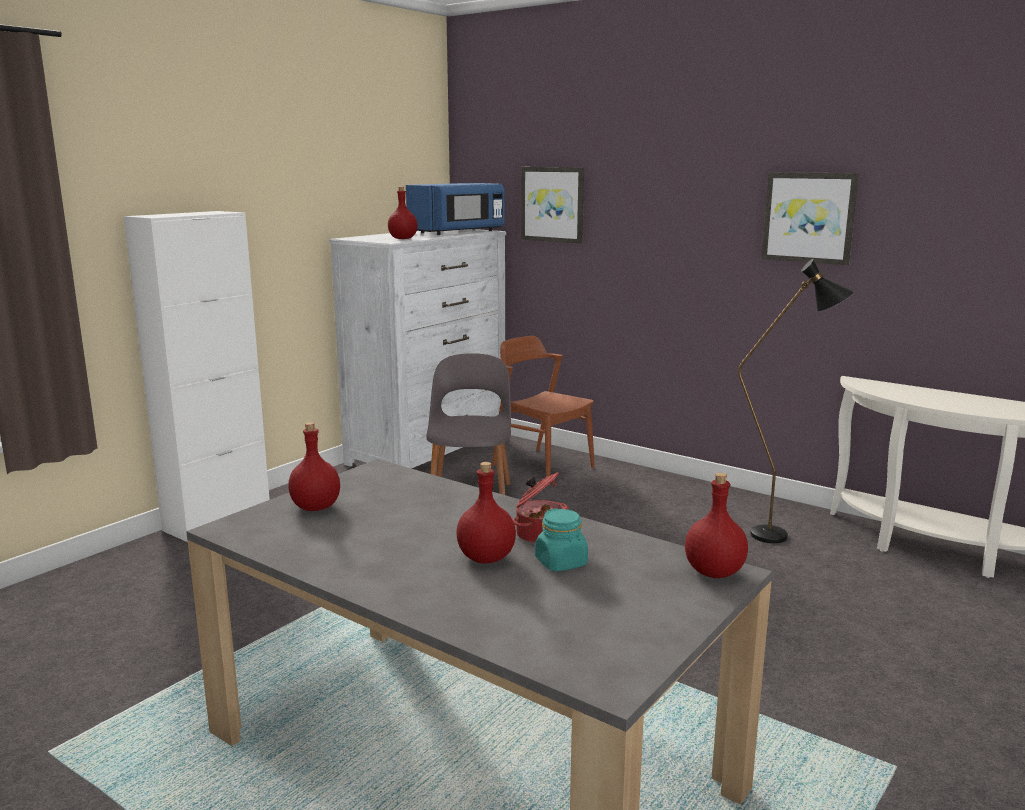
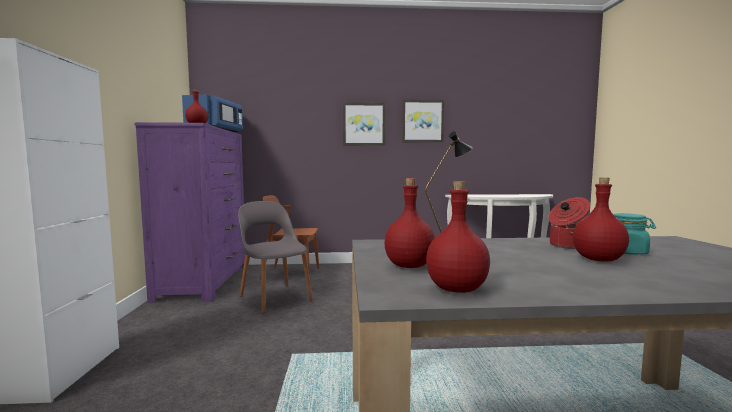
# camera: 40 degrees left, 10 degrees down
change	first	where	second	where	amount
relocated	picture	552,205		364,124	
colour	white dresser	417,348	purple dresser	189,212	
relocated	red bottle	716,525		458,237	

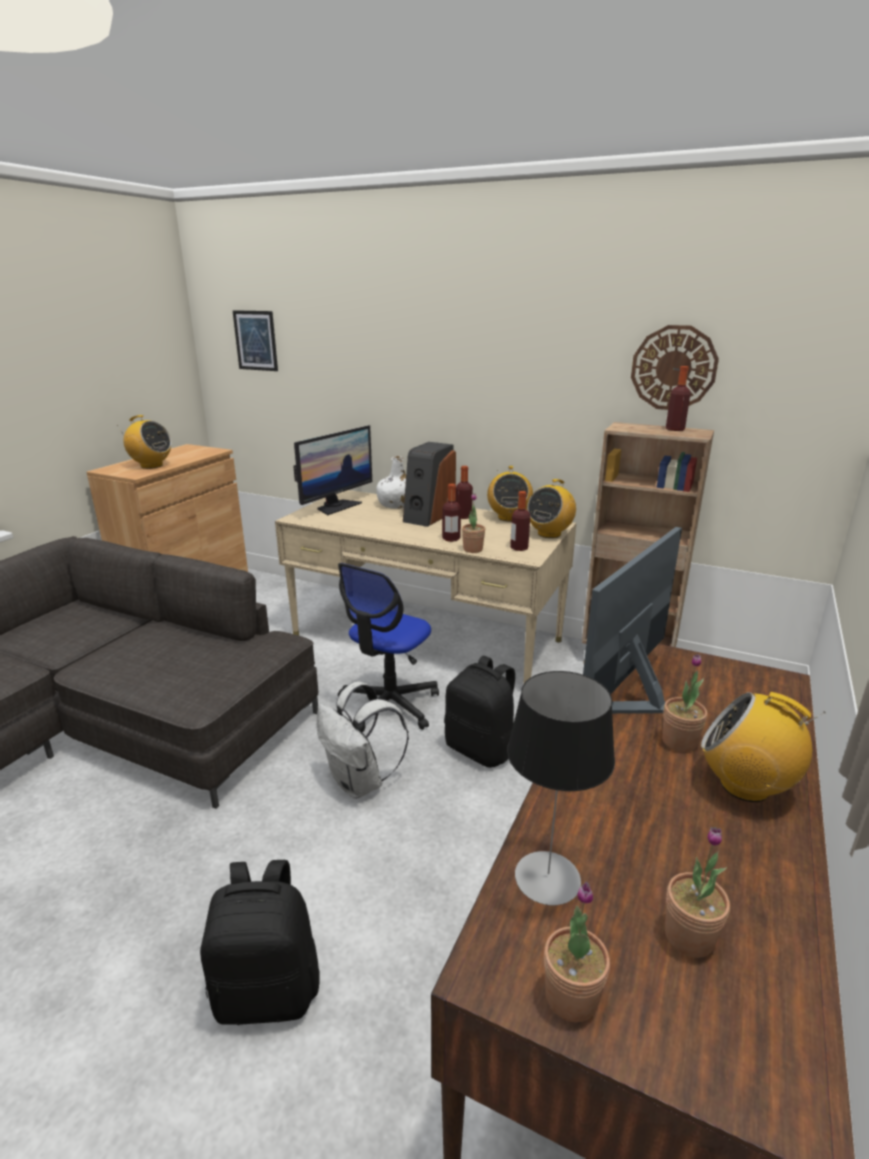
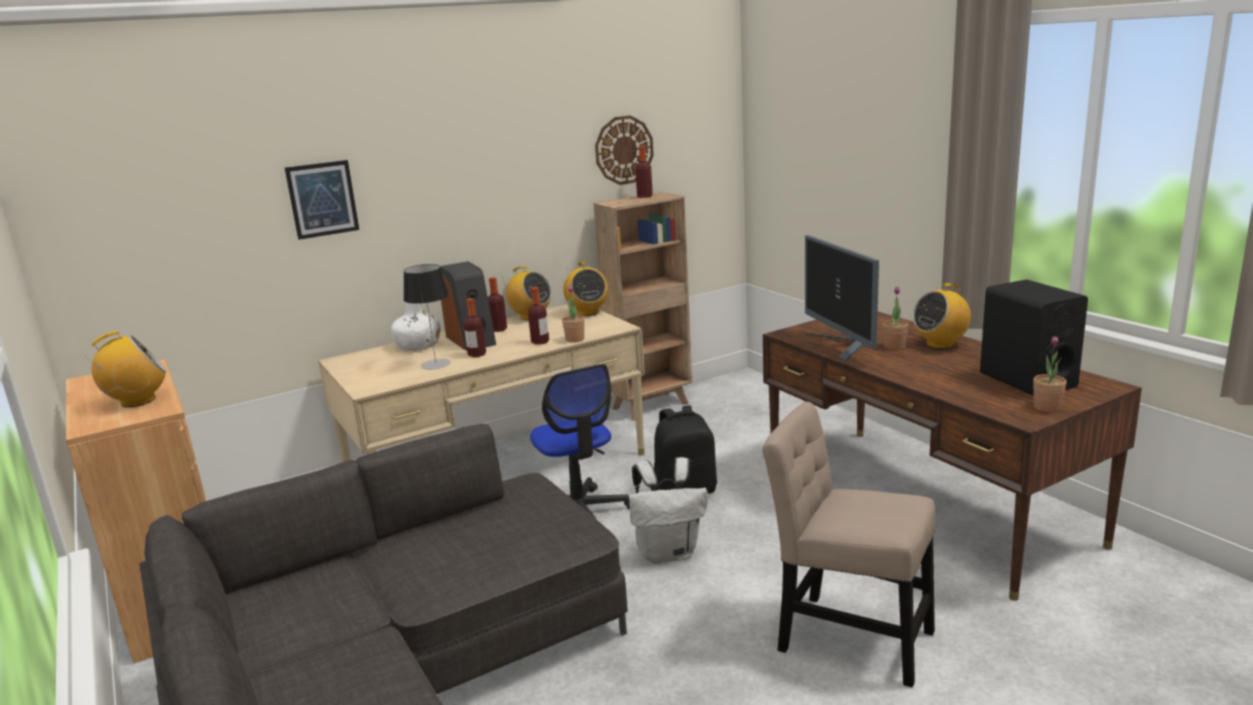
# camera: 55 degrees left, 5 degrees down
change	first	where	second	where	amount
relocated	picture	255,340		322,200	
missing	monitor	332,470			
relocated	bottle	520,521		475,327	
relocated	table lamp	561,788		427,317	
exchanged	potted plant	697,892	black speaker	1034,337	
exchanged	black backpack	260,942	beige chair	848,544	

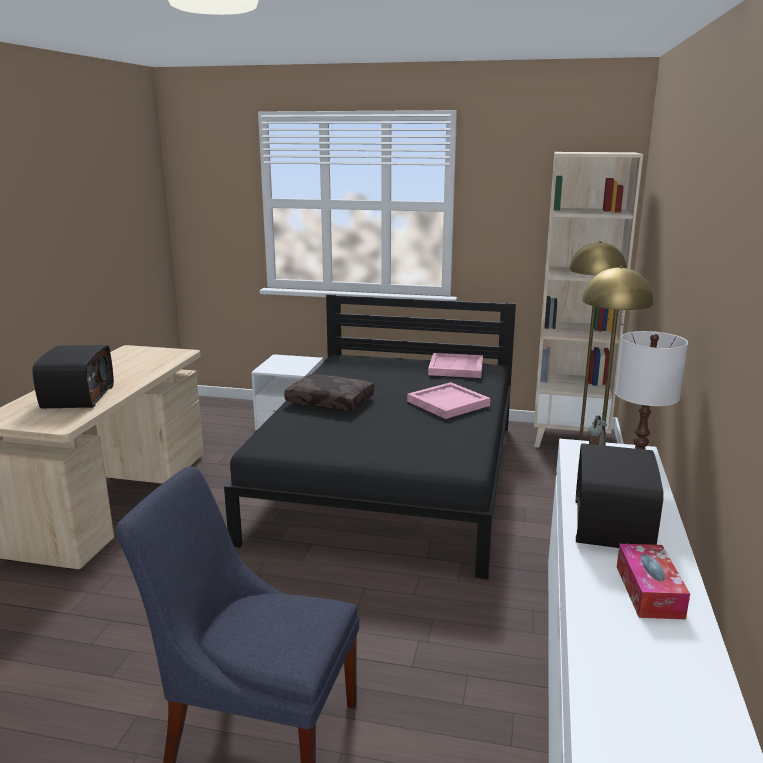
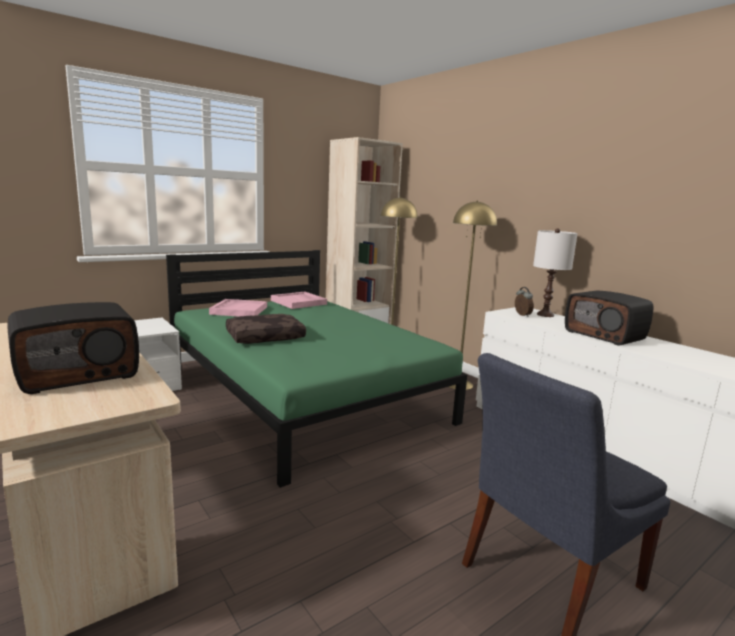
# camera: 50 degrees left, 5 degrees down
change	first	where	second	where	amount
colour	black bed	370,436	green bed	316,369	
spun	radio	73,376		73,348	105 degrees clockwise
relocated	pink tray	448,400		238,308	
missing	tissue box	653,581			

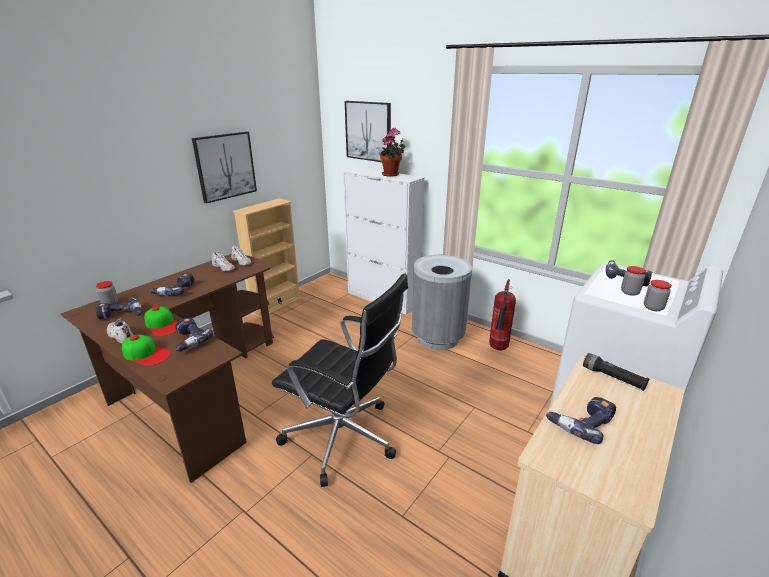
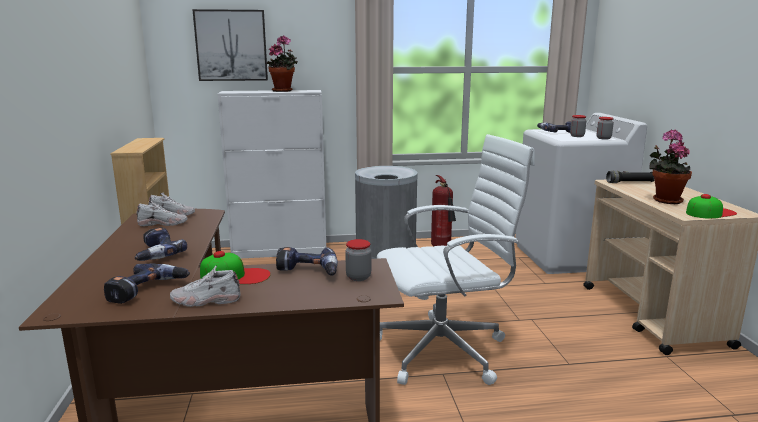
# camera: 45 degrees left, 10 degrees down
change	first	where	second	where	amount
missing	picture	224,168			
colour	black office chair	340,380	white office chair	456,259	
relocated	jar	107,293		358,260	
relocated	cap	146,350		711,206	
exchanged	power drill	581,420	potted plant	670,166	

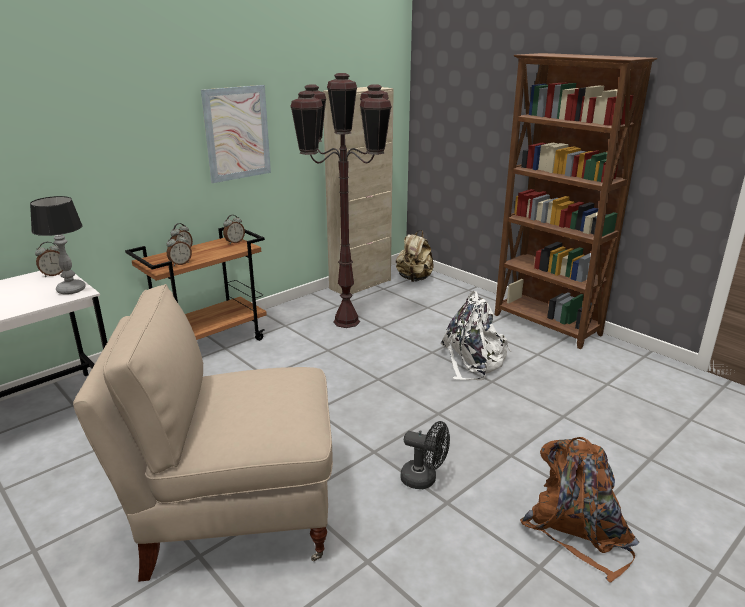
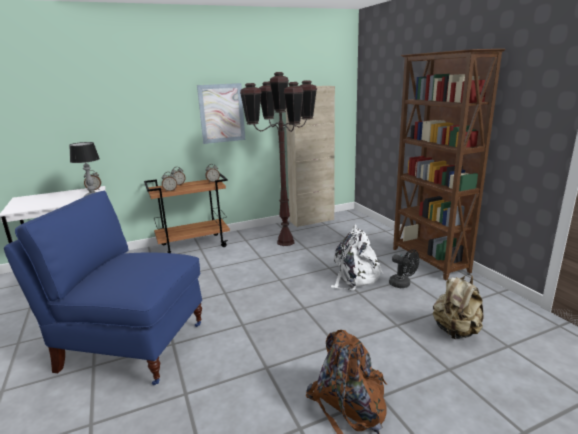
# camera: 20 degrees right, 5 degrees down
change	first	where	second	where	amount
relocated	beige backpack	415,256		458,307	
colour	beige chair	203,433	blue chair	103,288	
relocated	black fan	425,455		404,268	

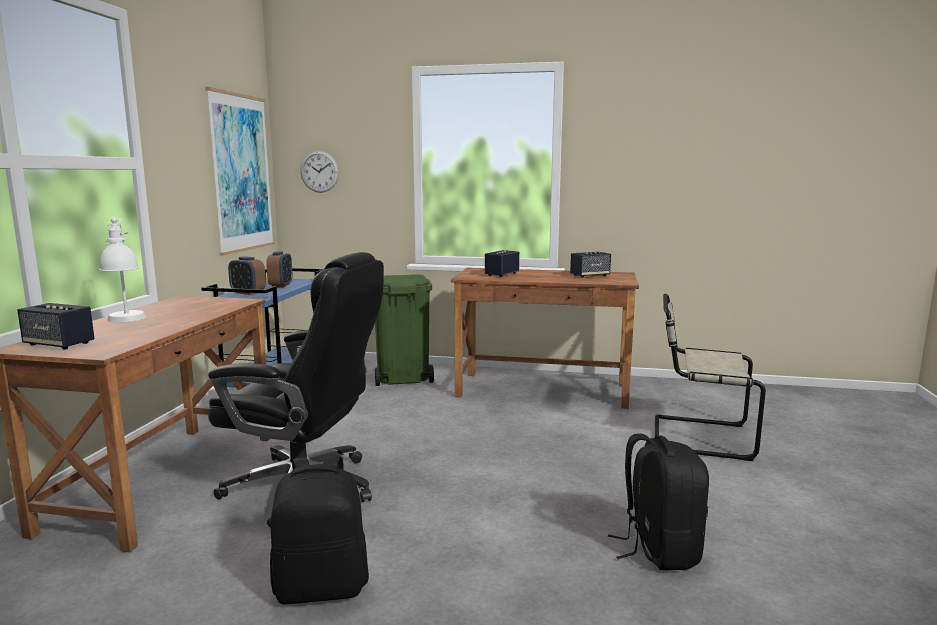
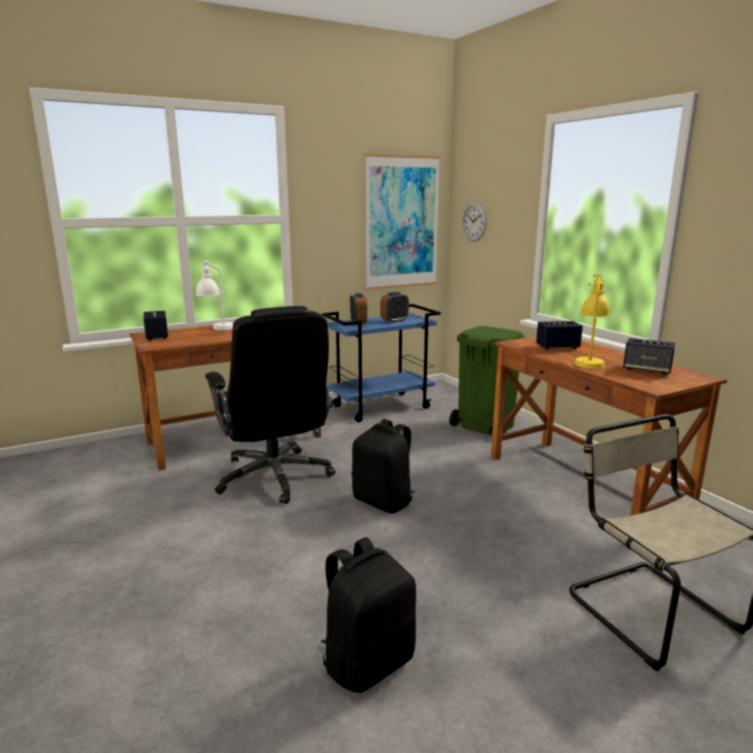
# camera: 50 degrees right, 5 degrees up
change	first	where	second	where	amount
relocated	black backpack	319,530		383,466	
appeared			yellow table lamp	592,321	

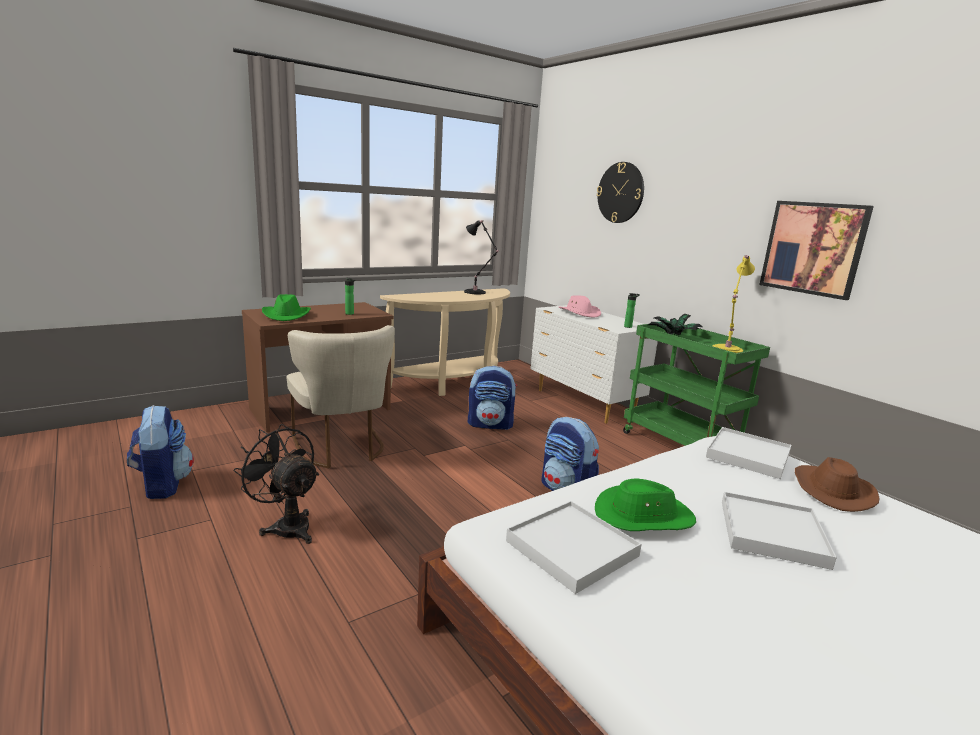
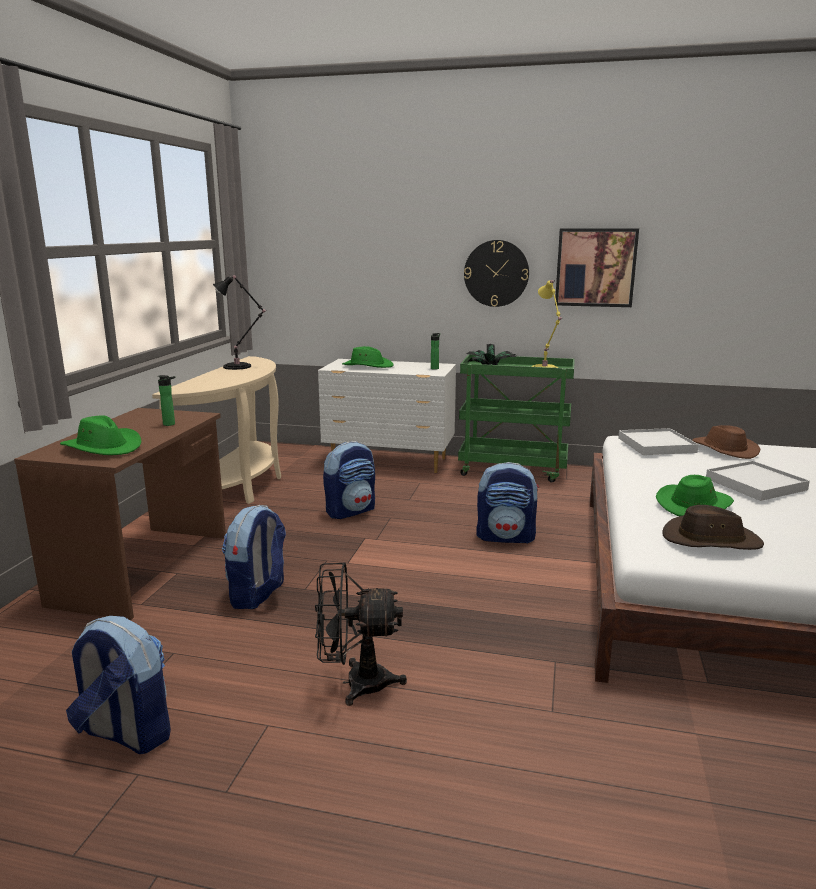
# camera: 40 degrees left, 0 degrees up
change	first	where	second	where	amount
relocated	wall clock	620,192		496,273	
colour	pink hat	580,307	green hat	367,357	
exchanged	beige chair	340,396	backpack	254,557	
exchanged	white tray	574,547	brown hat	713,527	

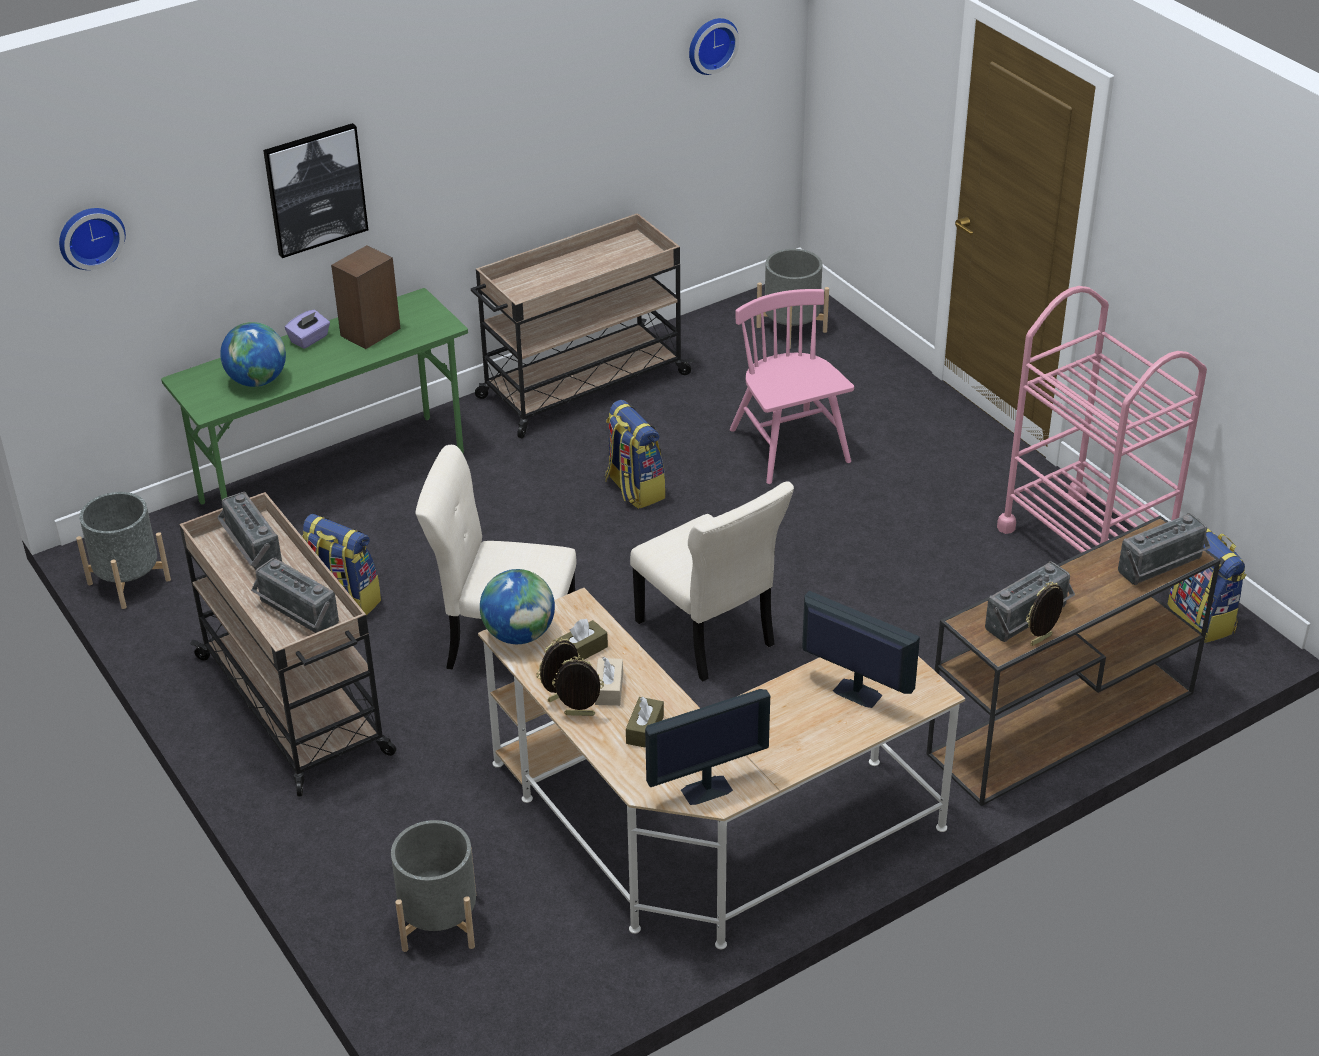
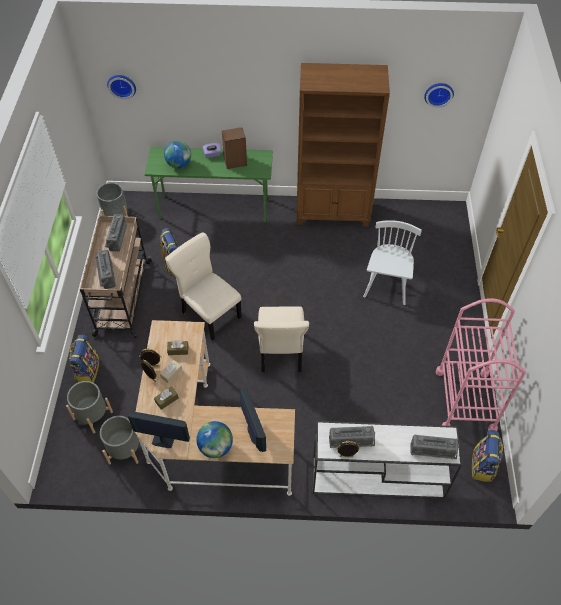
# camera: 35 degrees right, 15 degrees up
change	first	where	second	where	amount
missing	picture	315,190			
exchanged	beige cart	582,325	brown bookcase	343,145	
relocated	grey planter	792,298		119,440	
colour	pink chair	792,386	white chair	392,262	
relocated	backpack	635,454		84,359	
colour	brown console table	1074,661	white console table	387,460	
relocated	globe	517,606		214,439	

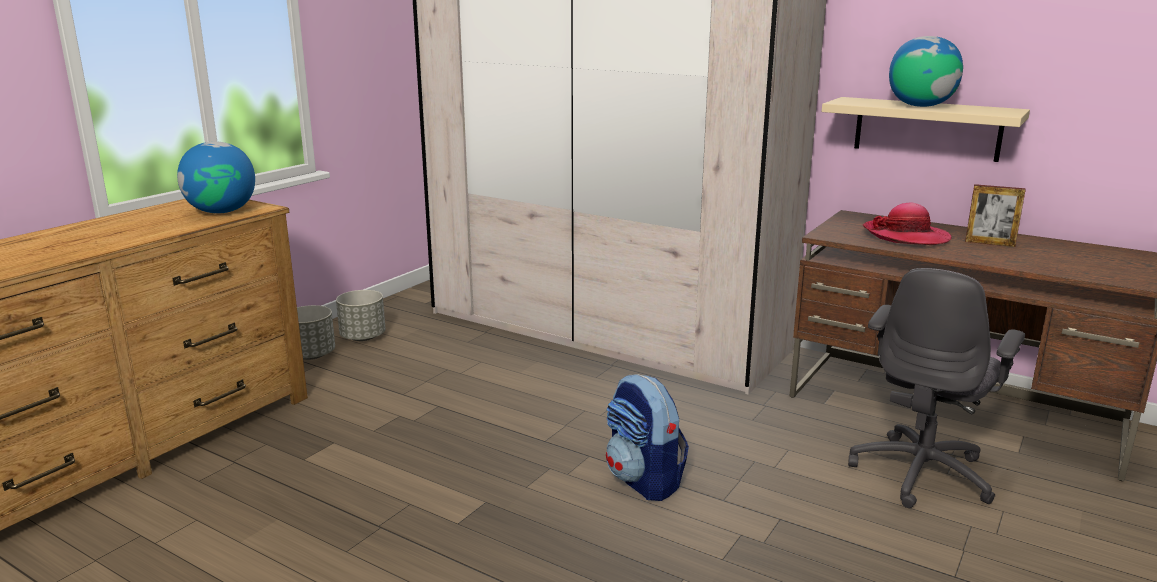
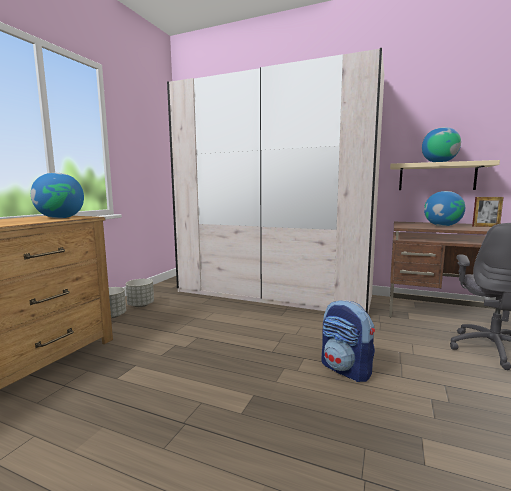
# camera: 10 degrees left, 10 degrees down
change	first	where	second	where	amount
exchanged	hat	906,223	globe	444,208	

